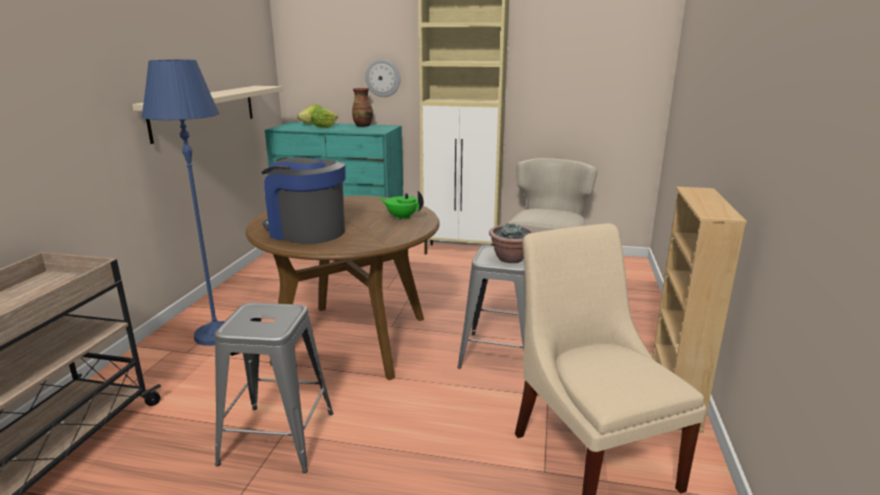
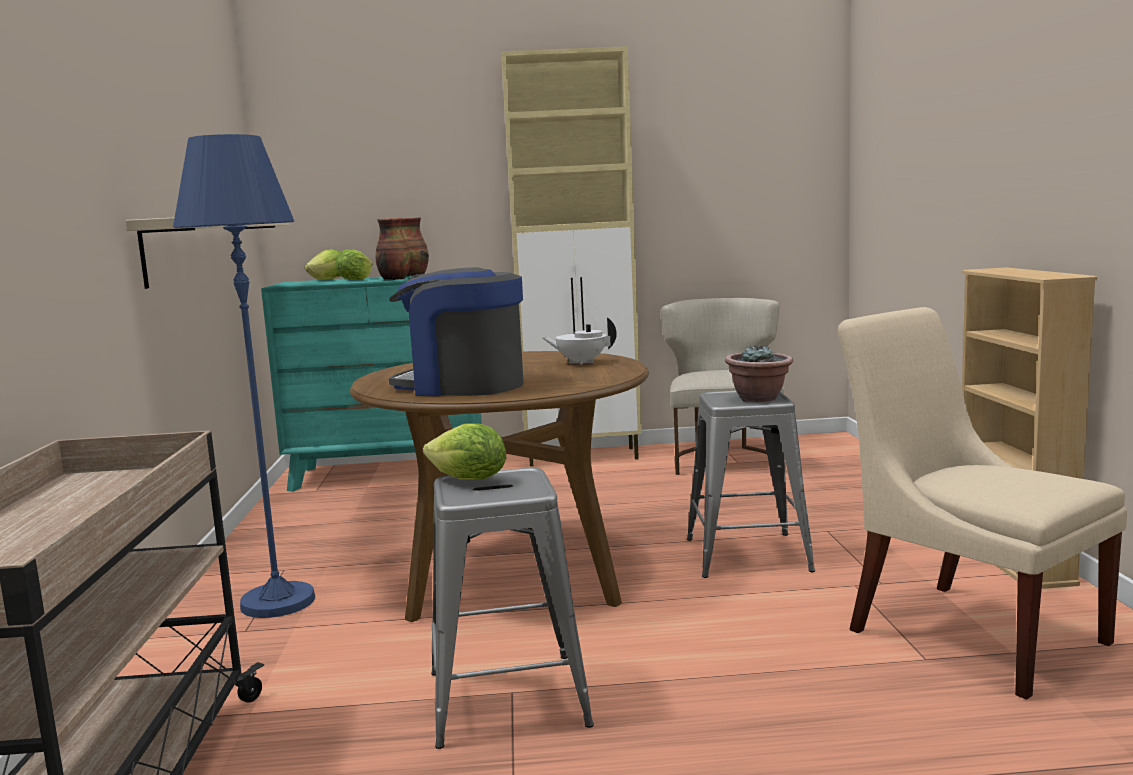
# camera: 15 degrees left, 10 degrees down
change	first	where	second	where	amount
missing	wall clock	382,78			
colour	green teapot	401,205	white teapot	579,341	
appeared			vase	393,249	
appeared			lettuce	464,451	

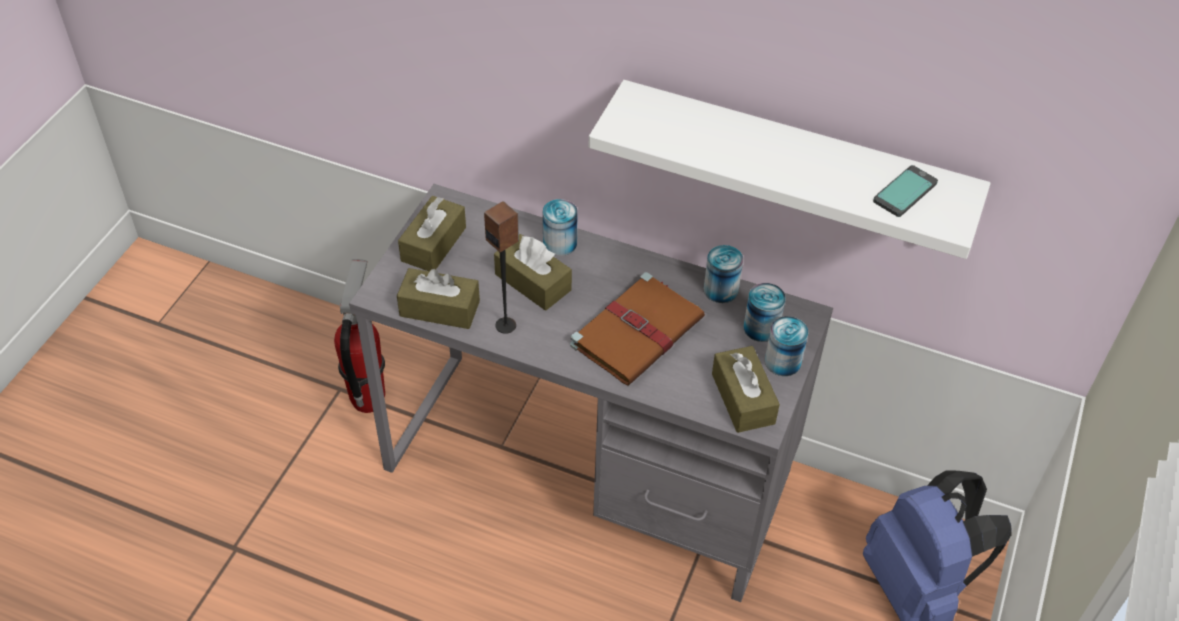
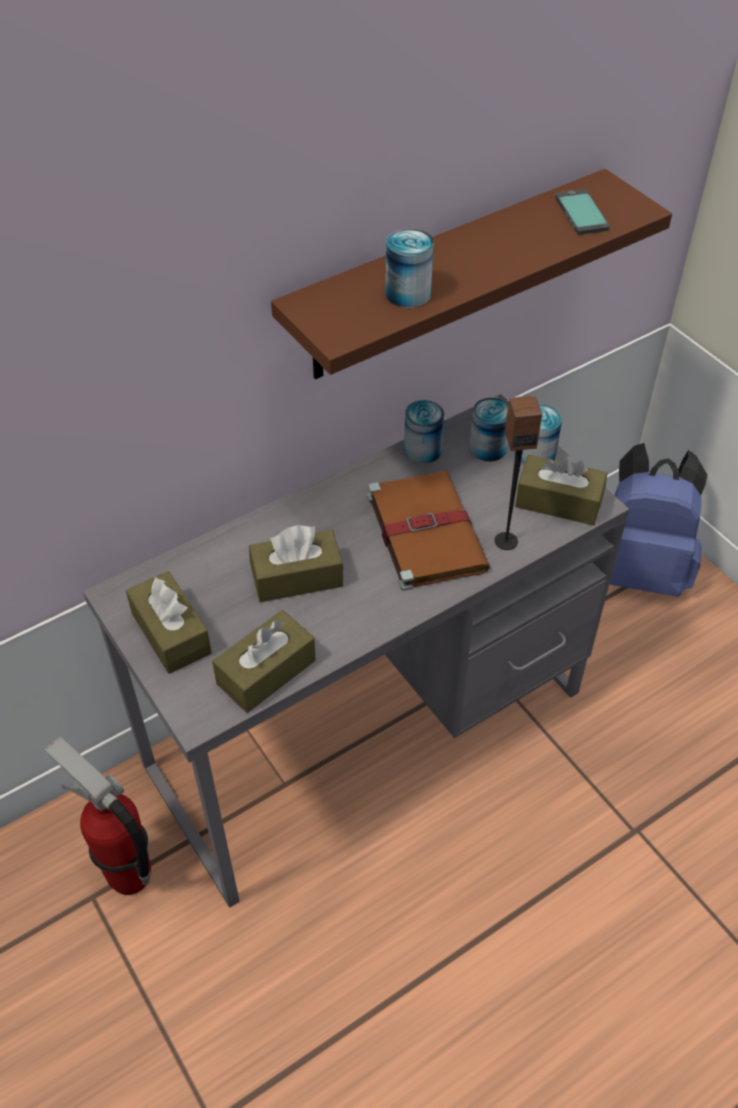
# camera: 55 degrees left, 0 degrees up
change	first	where	second	where	amount
colour	white shelf	789,169	brown shelf	471,274	
relocated	can	560,227		410,268	
relocated	speaker	501,267		518,472	

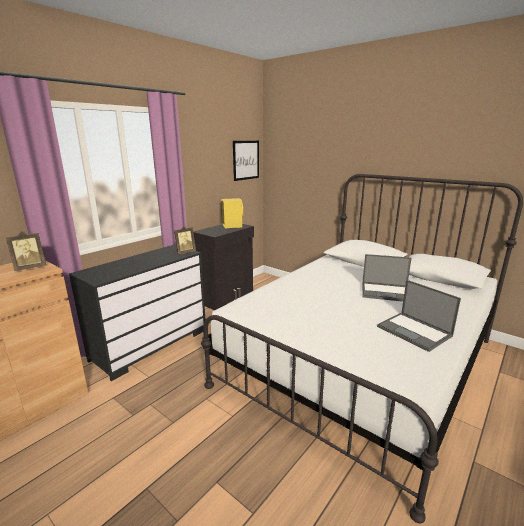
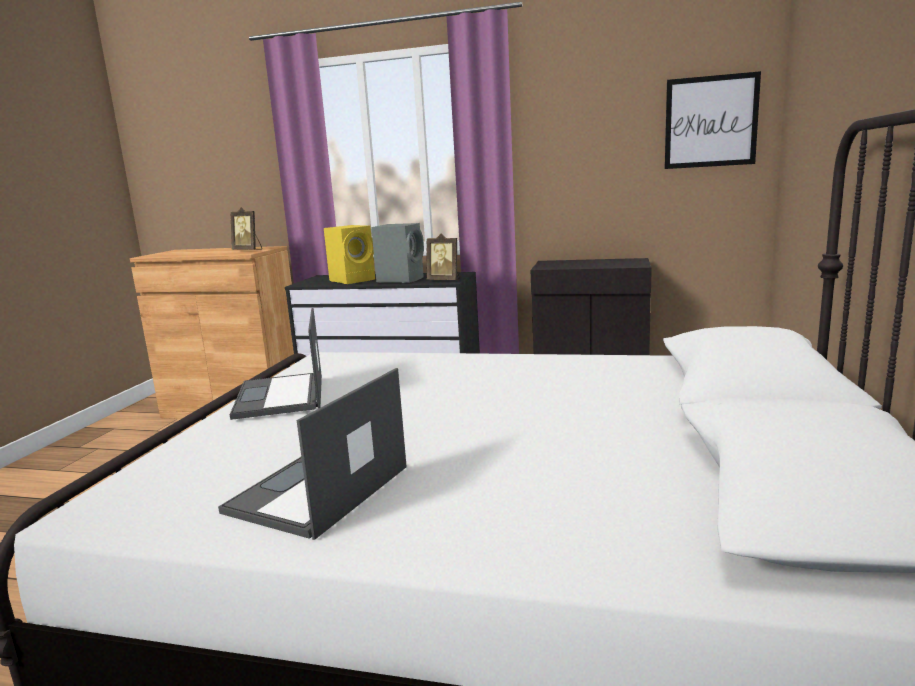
# camera: 65 degrees right, 5 degrees down
change	first	where	second	where	amount
relocated	yellow speaker	232,213		349,254	
relocated	laptop	387,278		276,364	
appeared			grey speaker	397,253	

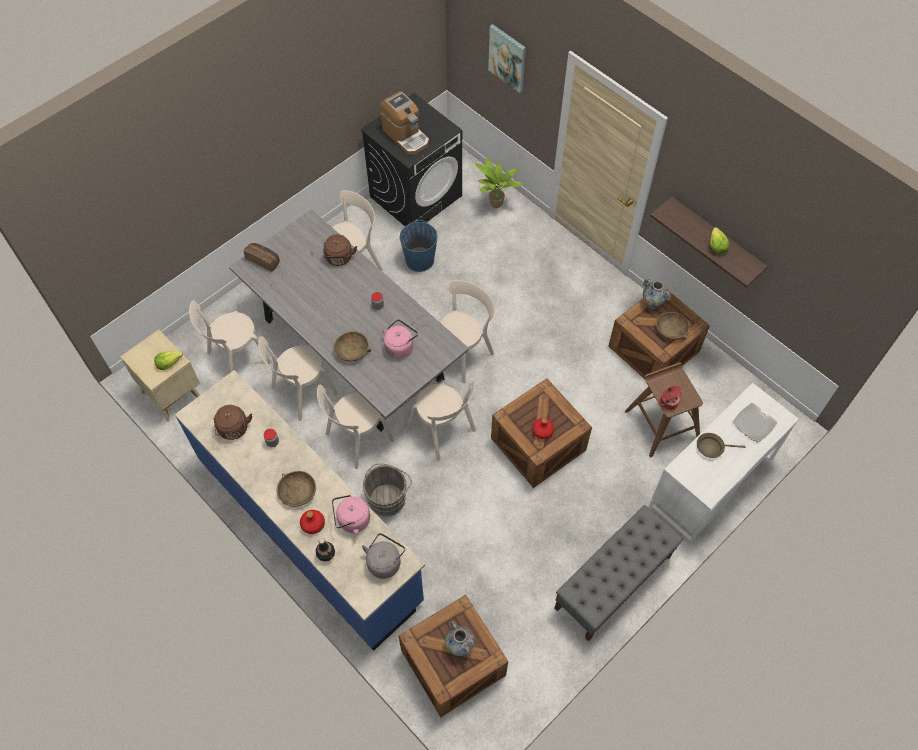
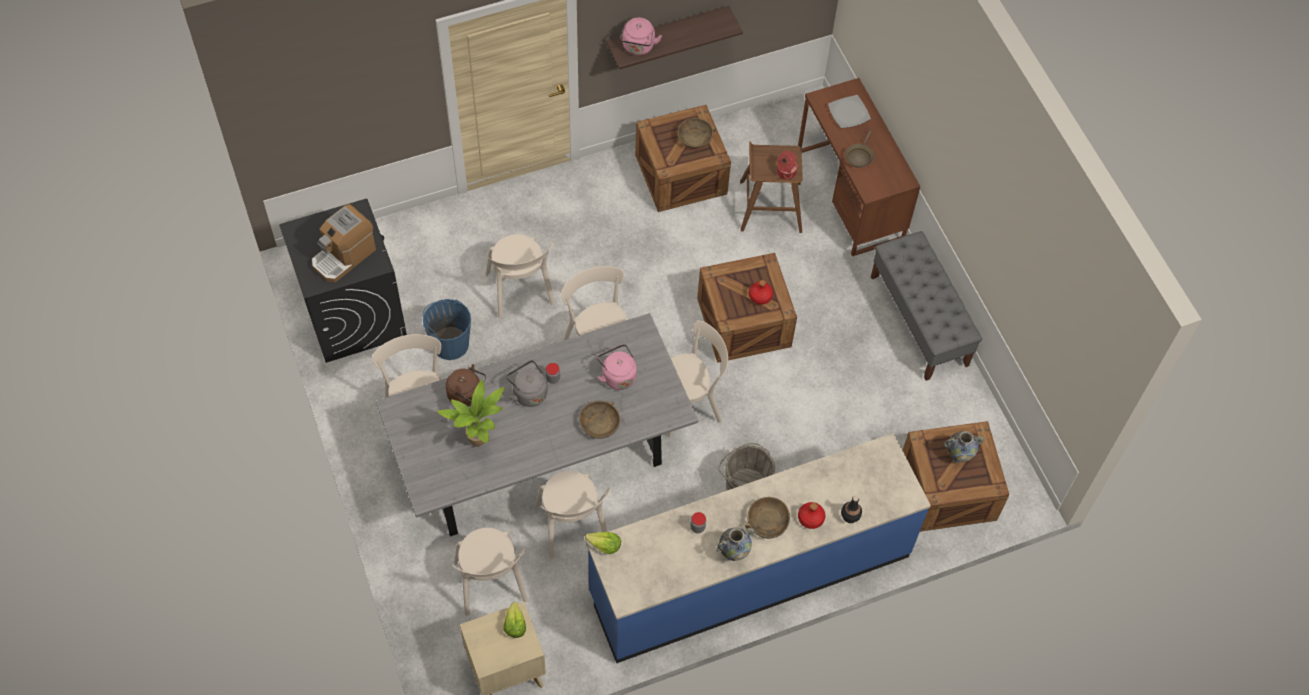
# camera: 70 degrees left, 0 degrees up
change	first	where	second	where	amount
missing	picture	507,58			
spun	coffee machine	404,123		344,243	150 degrees clockwise
relocated	potted plant	499,182		470,413	
relocated	lettuce	720,240		603,543	
missing	bread	262,257			
relocated	vase	657,294		735,544	
colour	white desk	724,462	brown desk	859,167	
relocated	beige chair	355,427		520,276	
missing	brown kettle	233,422			
relocated	pink kettle	351,515		641,36	
relocated	grey kettle	383,556		527,383	

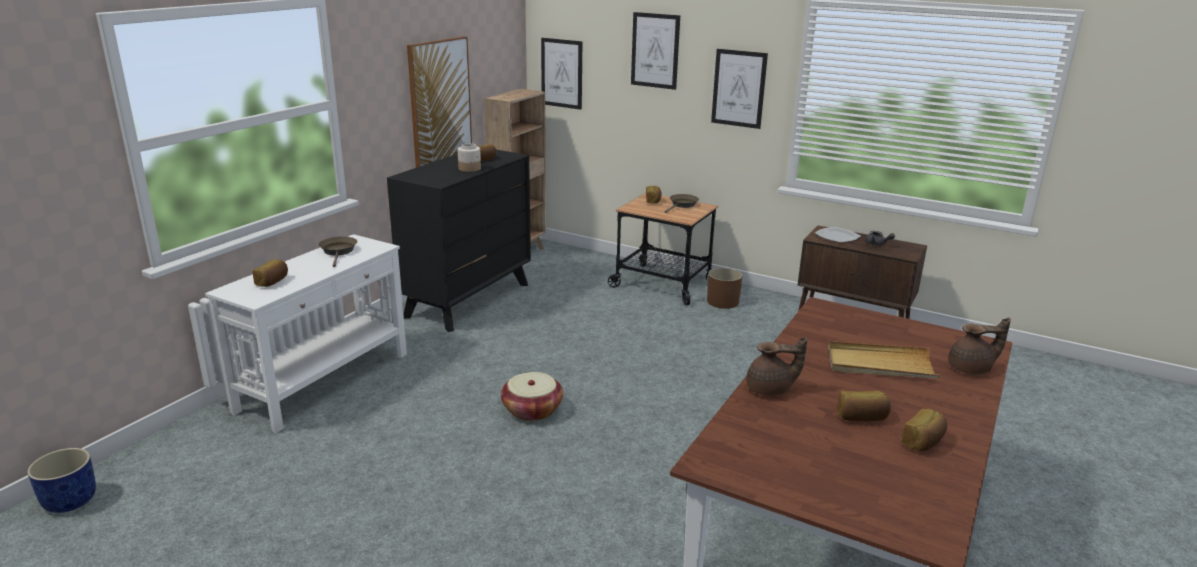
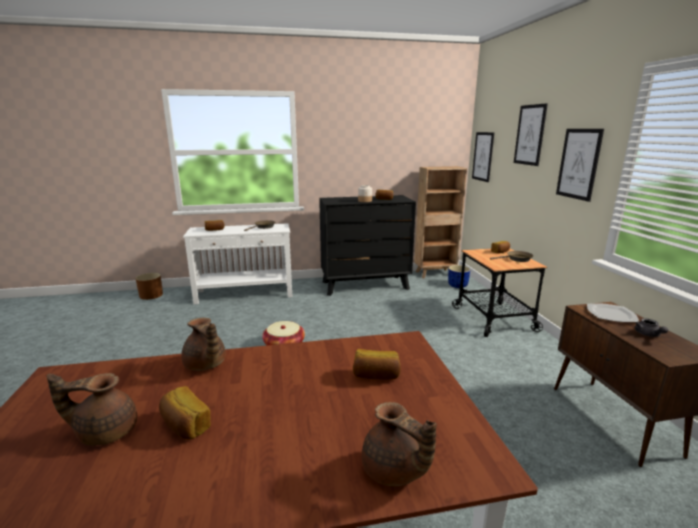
# camera: 50 degrees right, 5 degrees down
change	first	where	second	where	amount
missing	picture	439,102			
relocated	brown planter	724,288		149,286	
missing	beige tray	884,359			
relocated	bread	924,430		377,364	
relocated	blue planter	61,480		459,276	
appeared			brown teapot	91,409	

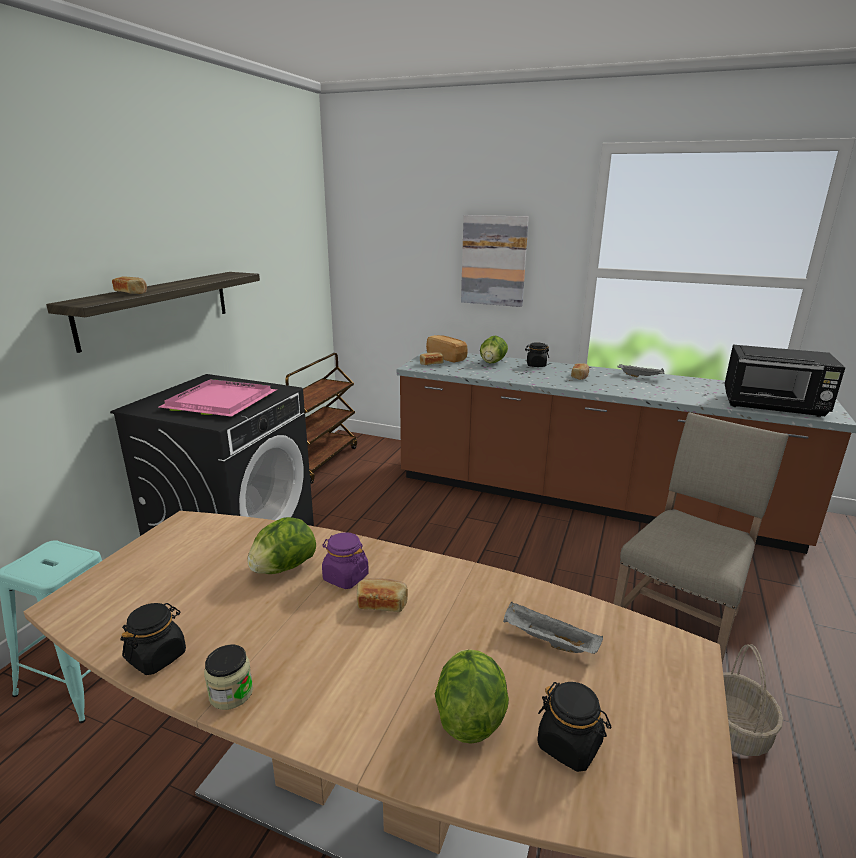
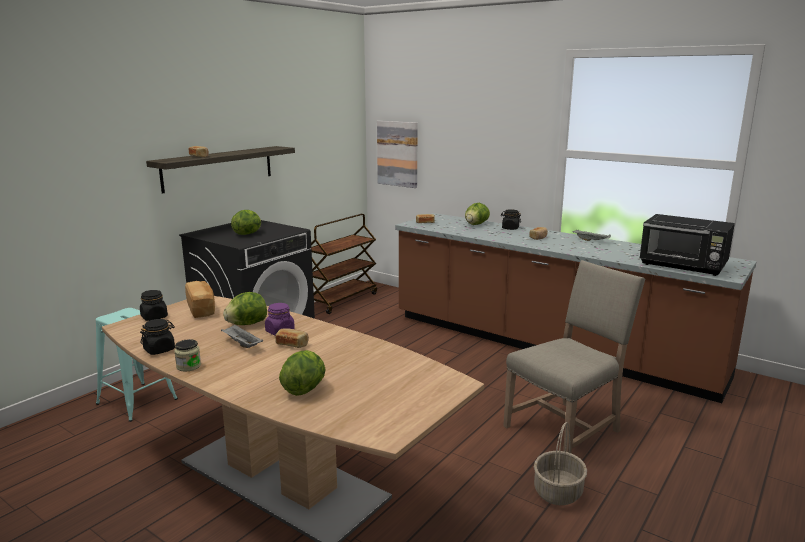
# camera: 15 degrees right, 5 degrees down
change	first	where	second	where	amount
relocated	picture	495,261		397,154	
relocated	bread	447,349		200,299	
exchanged	pink tray	218,398	lettuce	246,222	
relocated	grey tray	553,628		242,336	
relocated	black jar	574,727		154,305	

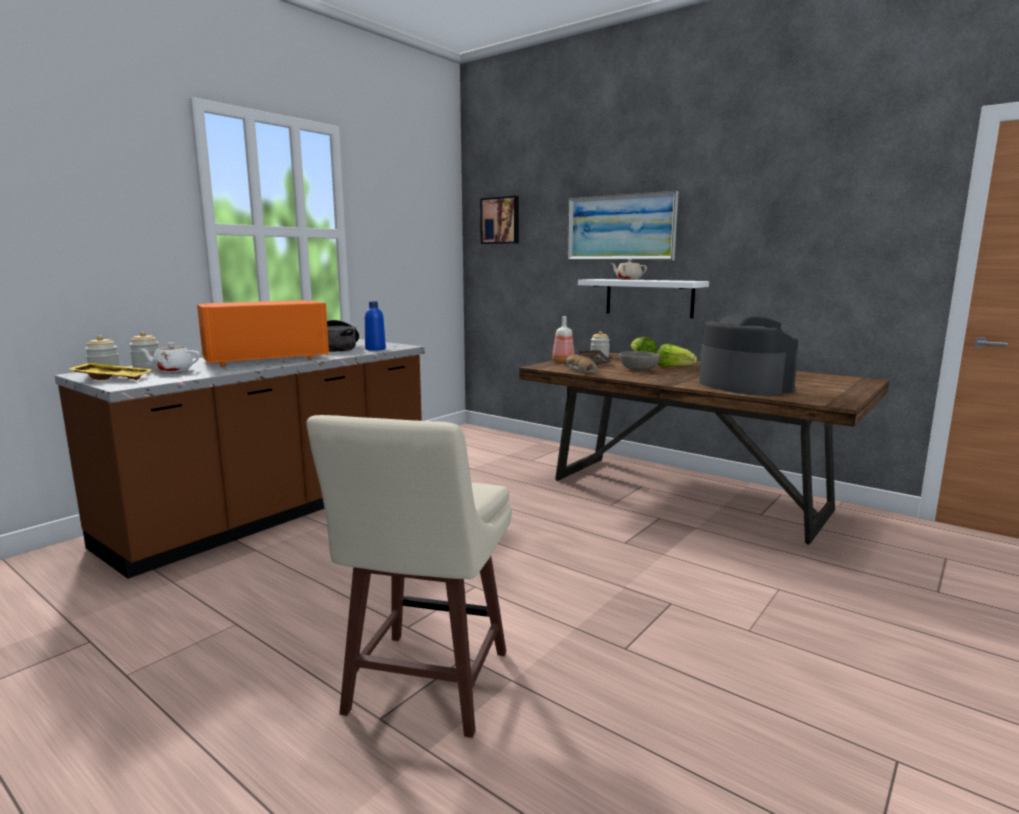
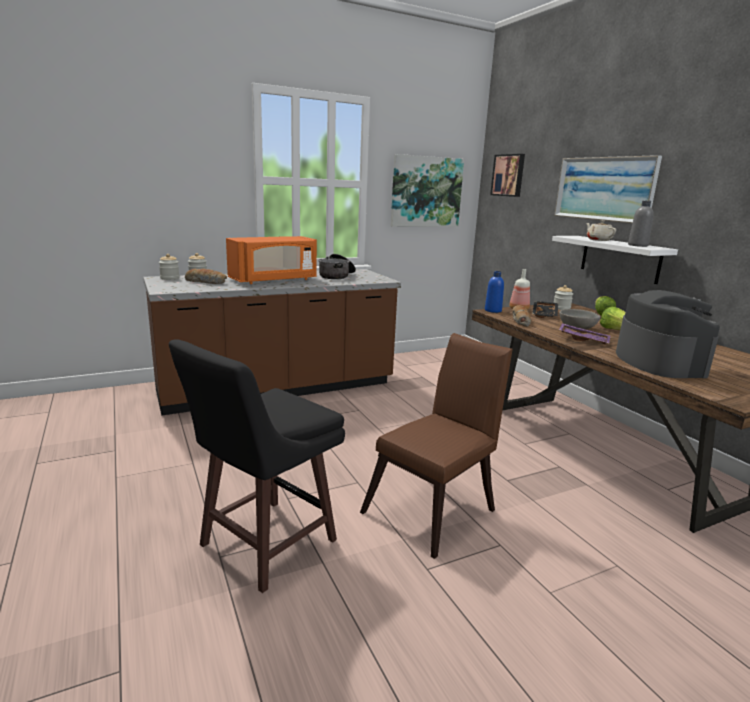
# camera: 25 degrees right, 5 degrees up
change	first	where	second	where	amount
spun	orange microwave	263,333		271,260	150 degrees clockwise
relocated	blue bottle	375,326		494,292	
exchanged	white teapot	170,357	bread	206,276	
missing	yellow tray	111,371			
colour	beige stool	409,576	black stool	257,466	
appeared			picture	427,190	
appeared			grey bottle	641,223	
appeared			purple tray	585,334	
appeared			brown chair	436,446	

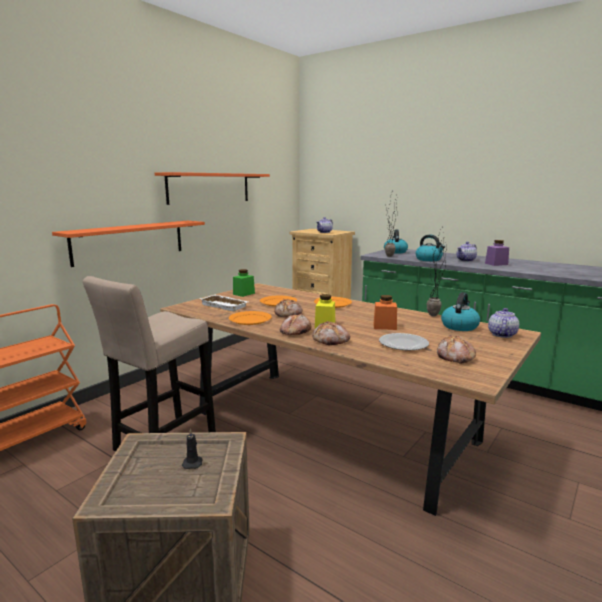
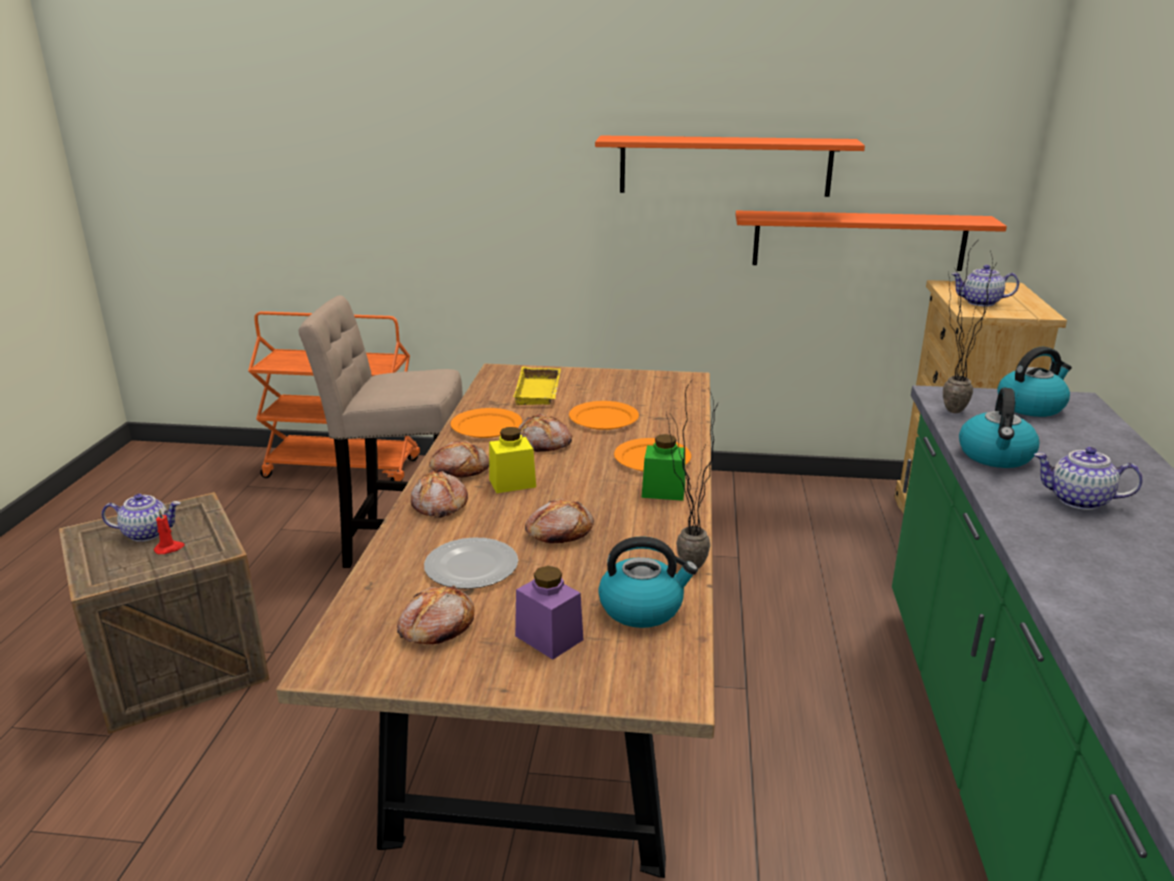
# camera: 60 degrees right, 10 degrees up
change	first	where	second	where	amount
relocated	orange shelf	128,244		871,240	
relocated	purple jar	497,253		549,613	
relocated	green jar	244,283		663,467	
colour	white tray	223,302	yellow tray	537,386	
exchanged	orange jar	385,312	bread	559,521	
relocated	teapot	503,323		141,518	
colour	black candle	192,449	red candle	169,531	

